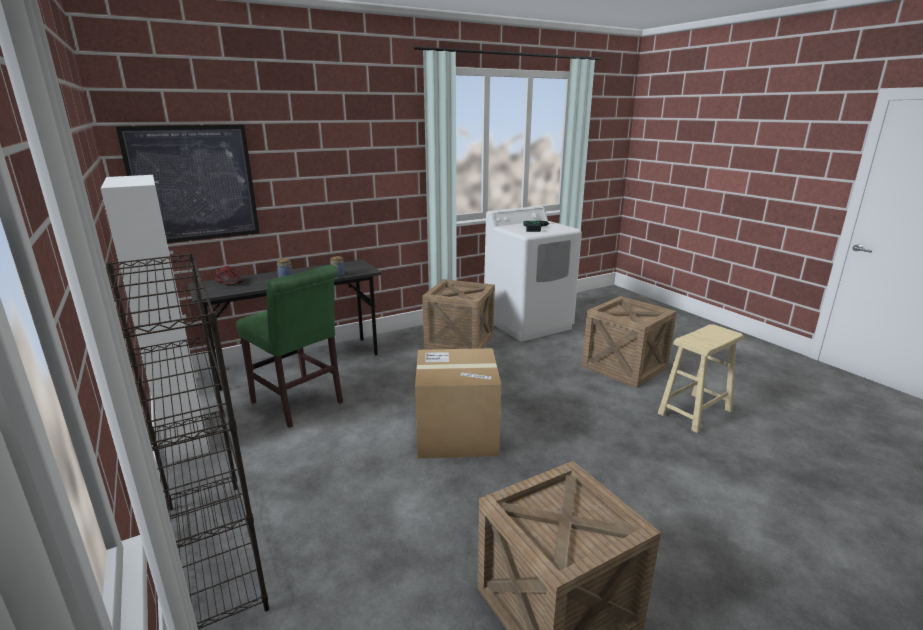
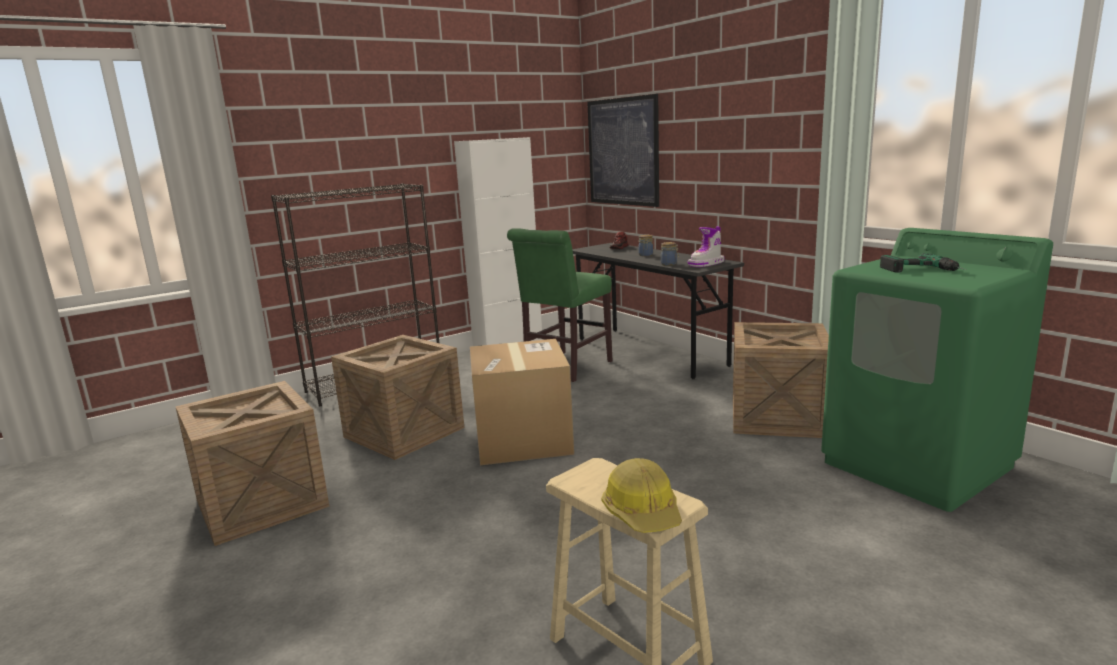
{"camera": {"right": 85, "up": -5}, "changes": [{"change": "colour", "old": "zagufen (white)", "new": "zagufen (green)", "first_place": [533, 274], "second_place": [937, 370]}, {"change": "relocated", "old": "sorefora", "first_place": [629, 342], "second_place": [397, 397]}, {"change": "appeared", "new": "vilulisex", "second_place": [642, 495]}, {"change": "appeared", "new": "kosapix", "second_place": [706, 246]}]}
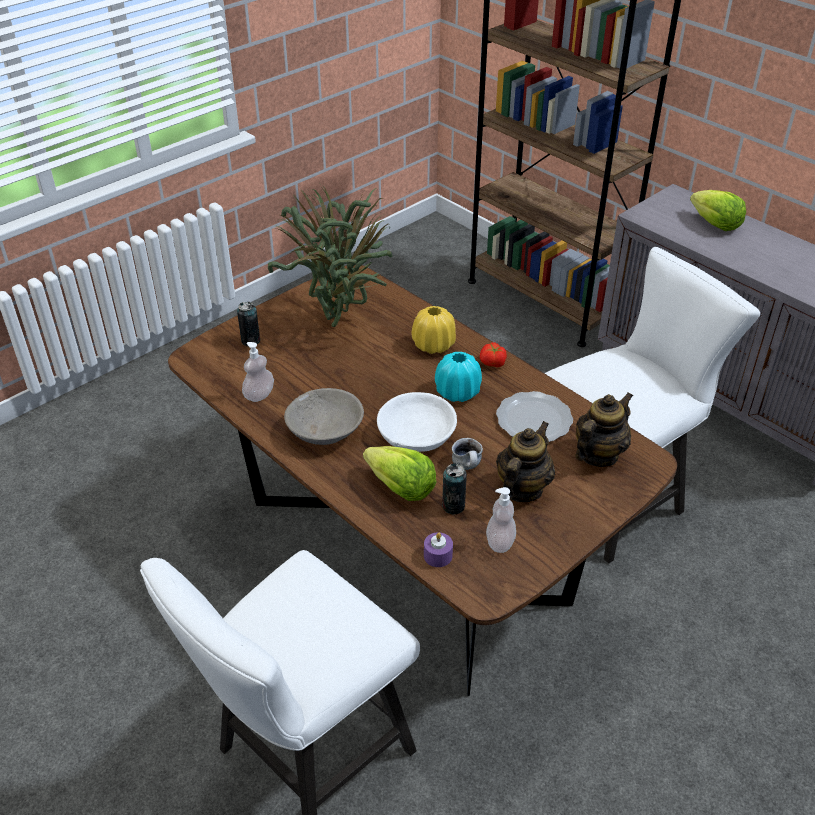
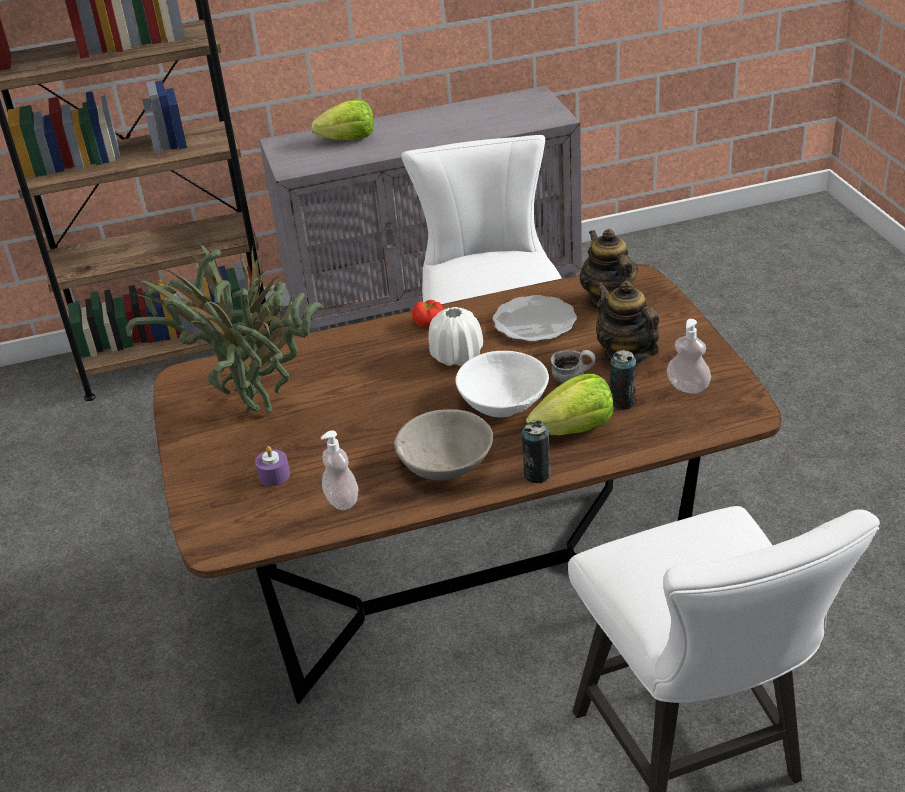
{"camera": {"right": -60, "up": -5}, "changes": [{"change": "relocated", "old": "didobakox", "first_place": [248, 324], "second_place": [536, 452]}, {"change": "missing", "old": "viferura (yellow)", "first_place": [434, 330]}, {"change": "relocated", "old": "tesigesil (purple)", "first_place": [438, 549], "second_place": [272, 466]}, {"change": "colour", "old": "viferura (turquoise)", "new": "viferura (white)", "first_place": [458, 377], "second_place": [455, 336]}]}
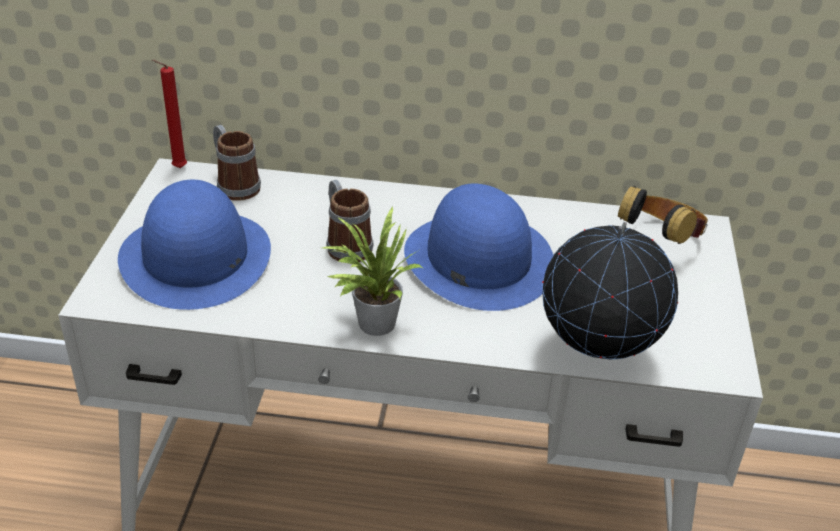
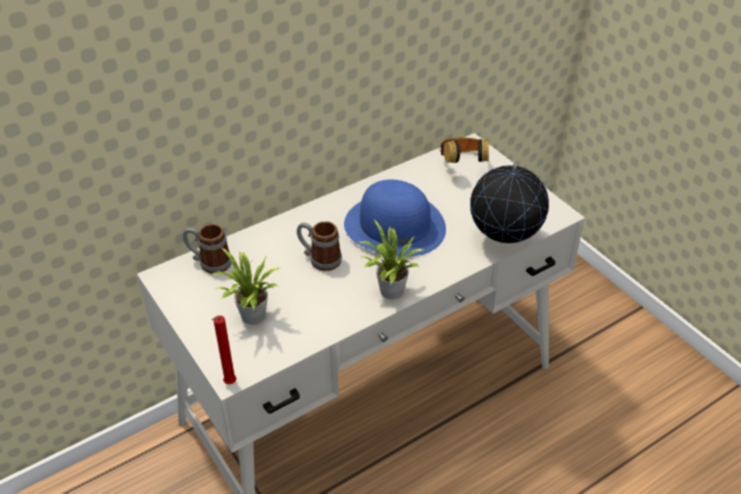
{"camera": {"right": -40, "up": 5}, "changes": [{"change": "exchanged", "old": "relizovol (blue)", "new": "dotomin", "first_place": [194, 245], "second_place": [244, 286]}, {"change": "relocated", "old": "tesigesil (red)", "first_place": [169, 114], "second_place": [224, 349]}]}
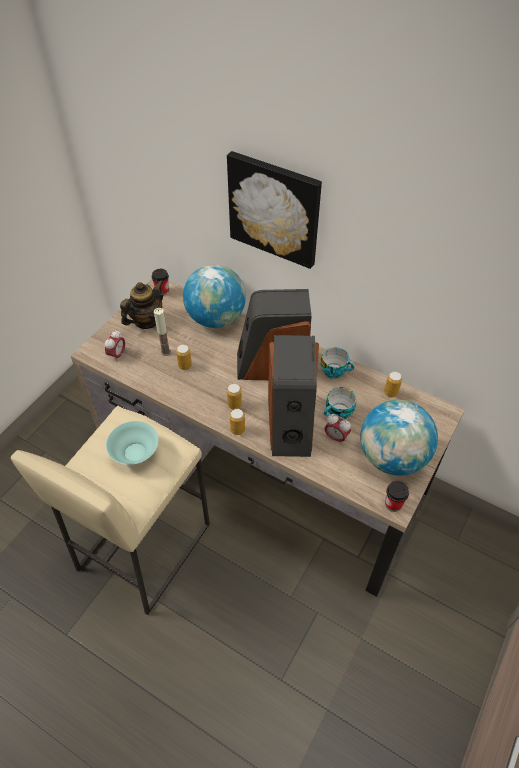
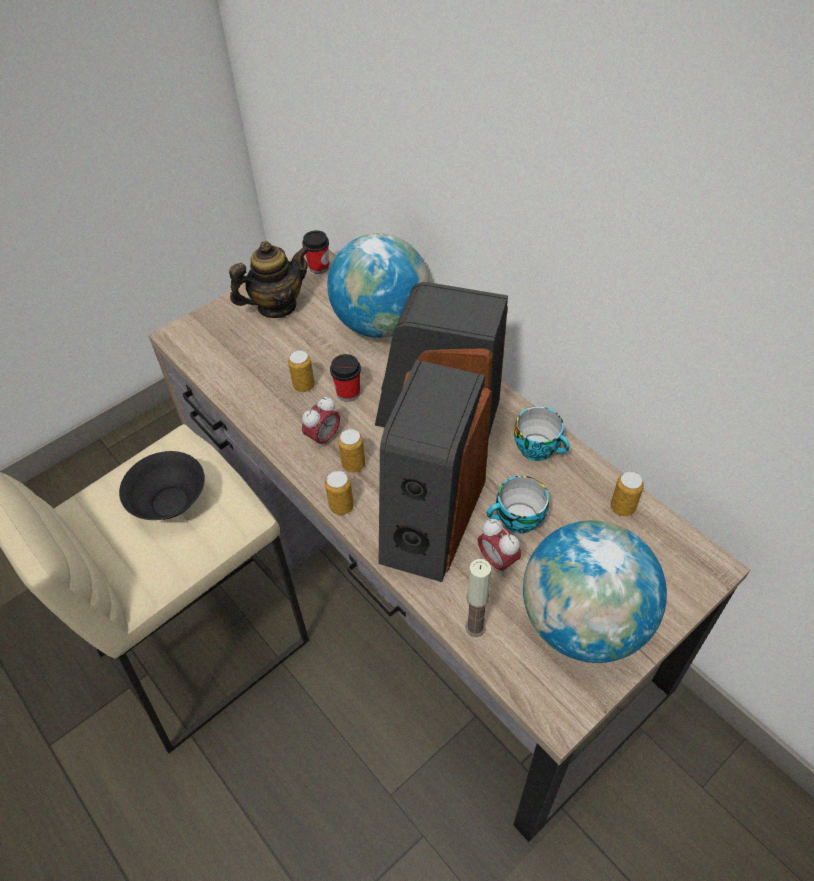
{"camera": {"right": 20, "up": 0}, "changes": [{"change": "relocated", "old": "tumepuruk", "first_place": [115, 345], "second_place": [321, 422]}, {"change": "colour", "old": "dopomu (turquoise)", "new": "dopomu (black)", "first_place": [132, 443], "second_place": [162, 485]}, {"change": "relocated", "old": "tesigesil", "first_place": [162, 332], "second_place": [478, 598]}, {"change": "missing", "old": "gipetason", "first_place": [274, 210]}, {"change": "relocated", "old": "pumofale", "first_place": [397, 496], "second_place": [345, 378]}]}
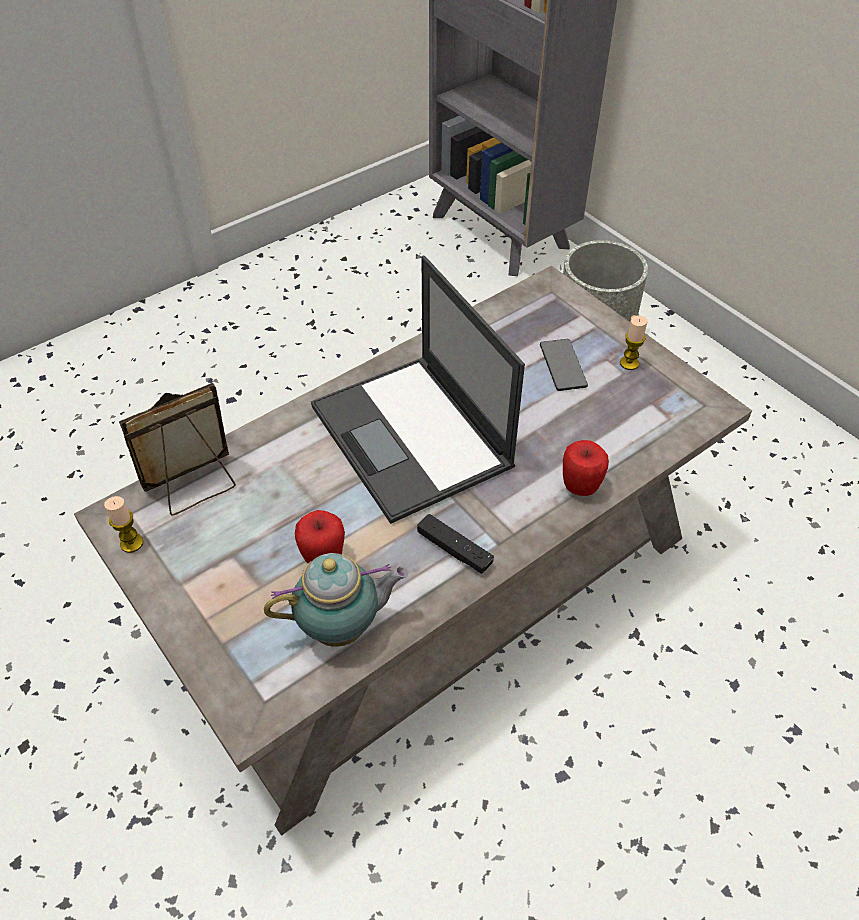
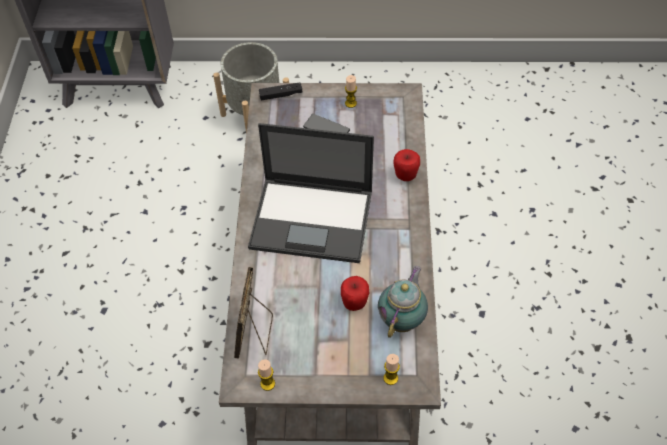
{"camera": {"right": -50, "up": 5}, "changes": [{"change": "relocated", "old": "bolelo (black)", "first_place": [455, 544], "second_place": [280, 91]}, {"change": "appeared", "new": "tesigesil", "second_place": [391, 369]}]}
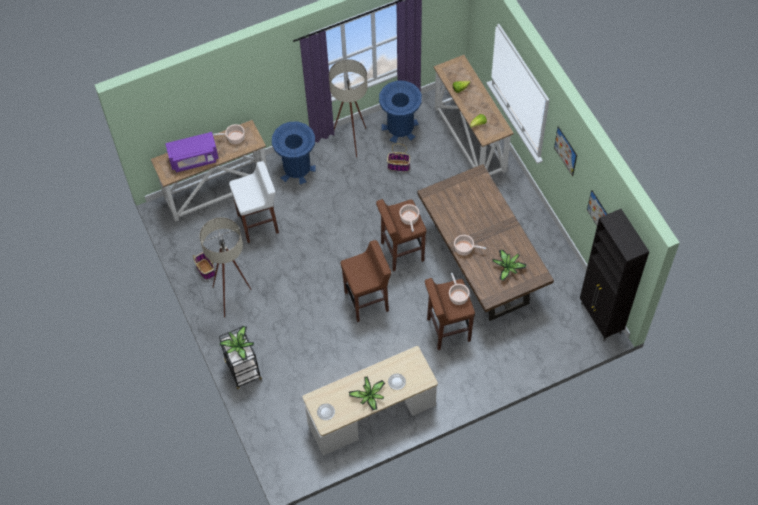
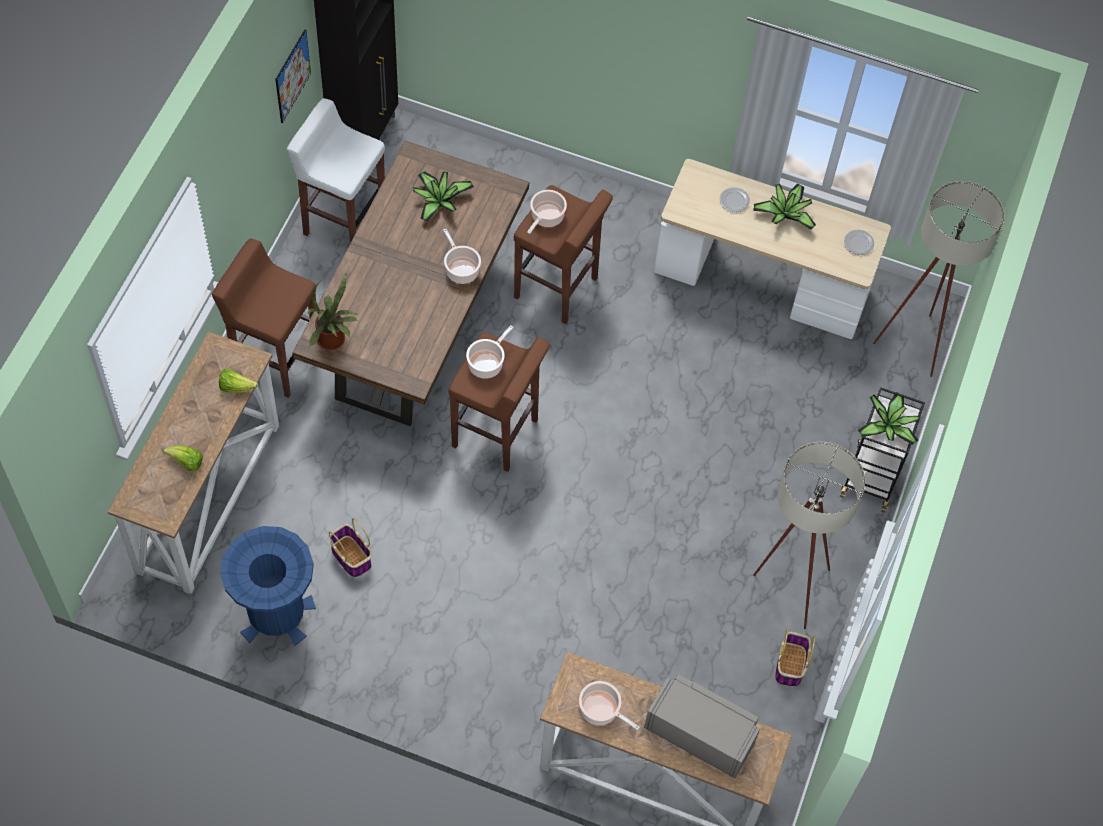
{"camera": {"right": -140, "up": 0}, "changes": [{"change": "colour", "old": "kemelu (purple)", "new": "kemelu (grey)", "first_place": [192, 152], "second_place": [702, 726]}, {"change": "relocated", "old": "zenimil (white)", "first_place": [254, 202], "second_place": [336, 170]}, {"change": "missing", "old": "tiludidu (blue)", "first_place": [294, 153]}, {"change": "relocated", "old": "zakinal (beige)", "first_place": [348, 108], "second_place": [938, 279]}, {"change": "relocated", "old": "zenimil (brown)", "first_place": [365, 281], "second_place": [264, 318]}, {"change": "missing", "old": "gipetason", "first_place": [565, 151]}, {"change": "appeared", "new": "dotomin", "second_place": [333, 311]}]}
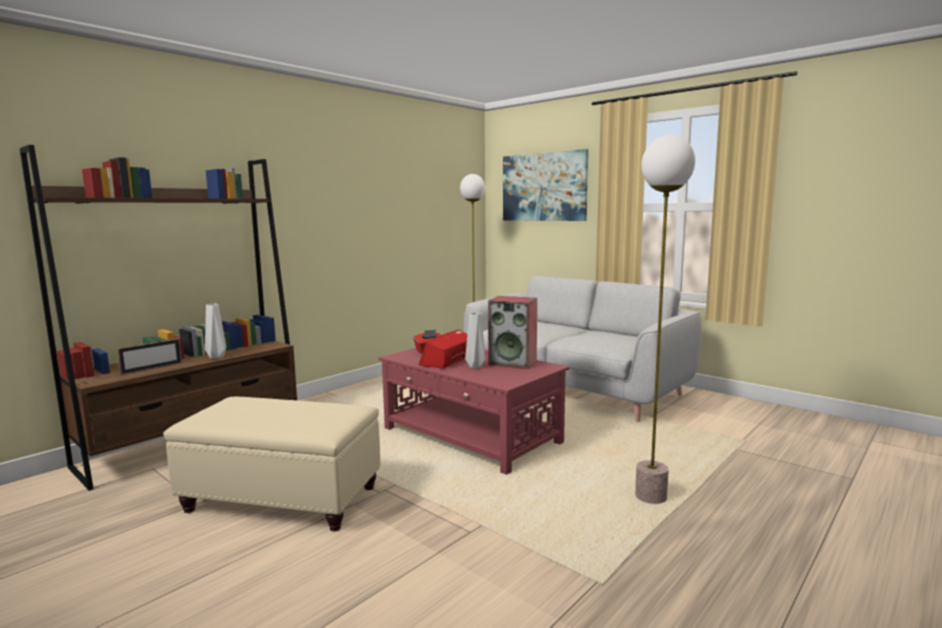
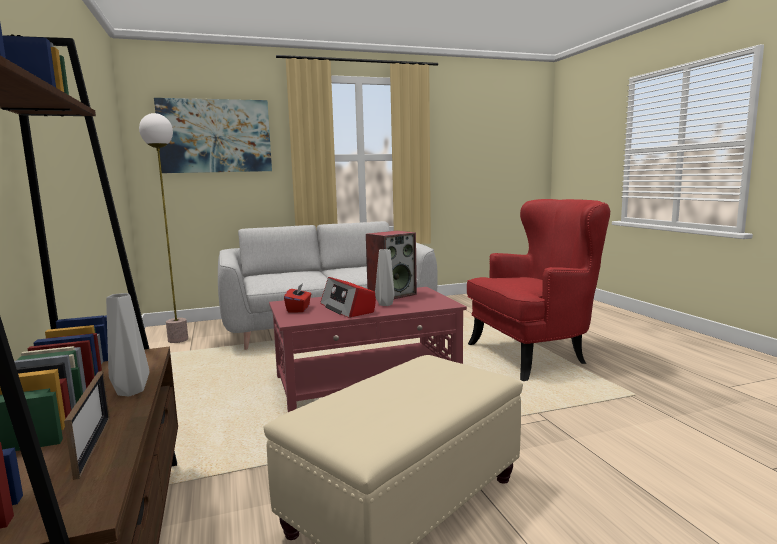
{"camera": {"right": -60, "up": 0}, "changes": [{"change": "exchanged", "old": "zakinal", "new": "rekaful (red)", "first_place": [665, 319], "second_place": [538, 290]}]}
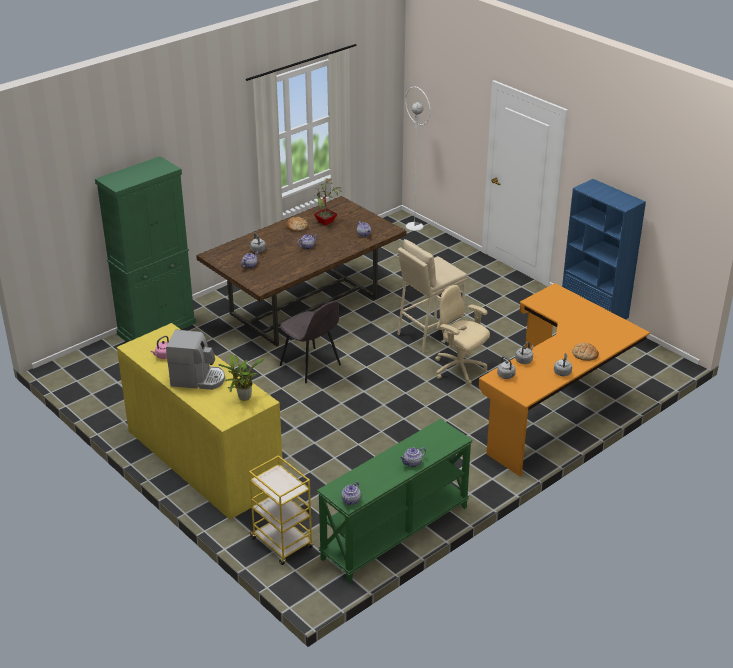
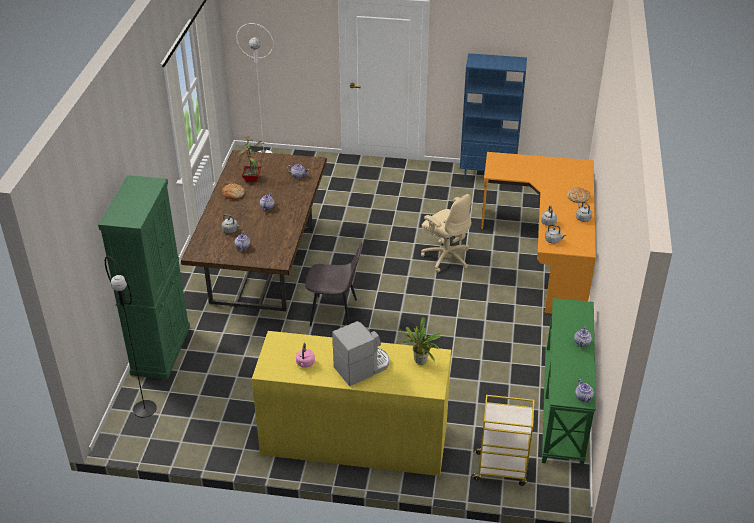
{"camera": {"right": -40, "up": 5}, "changes": [{"change": "missing", "old": "zenimil (beige)", "first_place": [432, 296]}, {"change": "spun", "old": "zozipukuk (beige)", "first_place": [462, 335], "second_place": [446, 233], "degrees": -135}, {"change": "appeared", "new": "zakinal (black)", "second_place": [131, 337]}]}
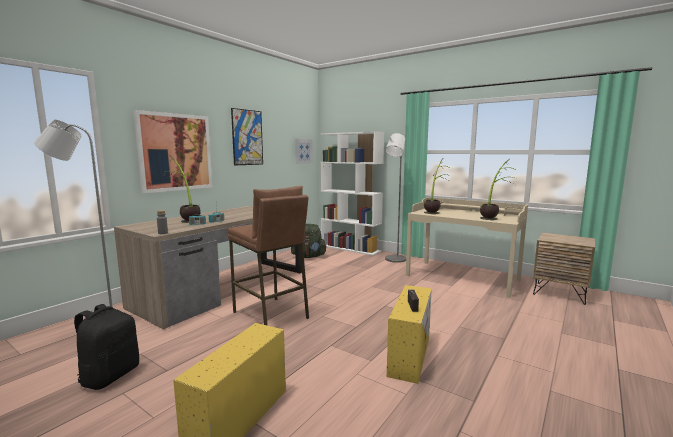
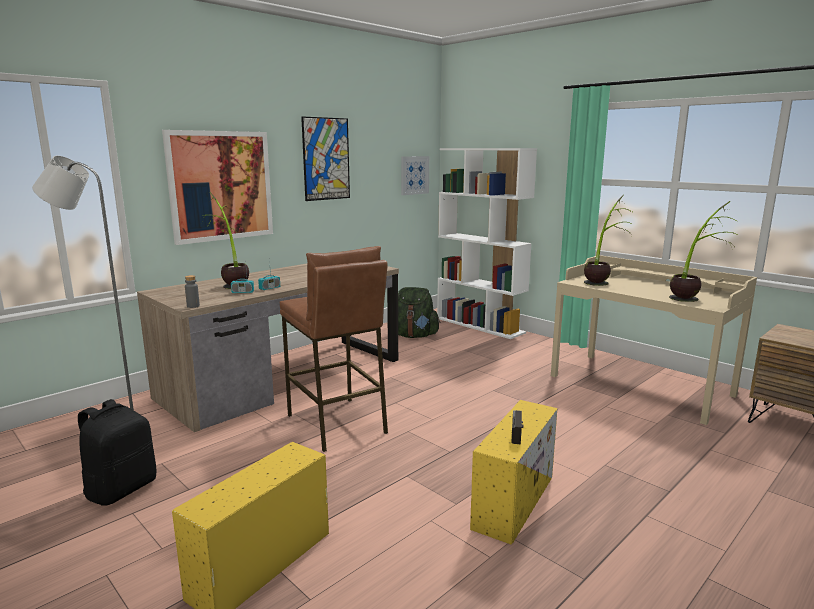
{"camera": {"right": 10, "up": 5}, "changes": [{"change": "missing", "old": "zakinal (grey)", "first_place": [395, 198]}]}
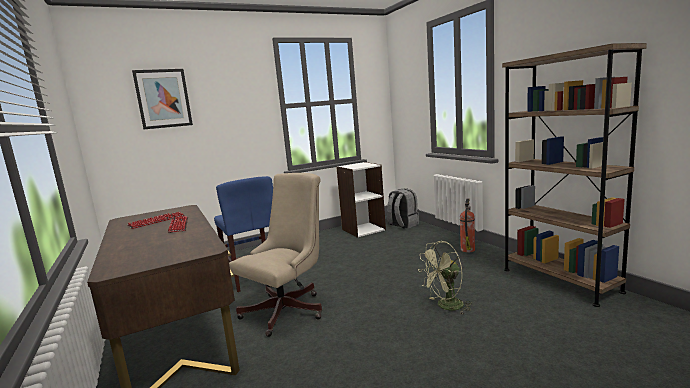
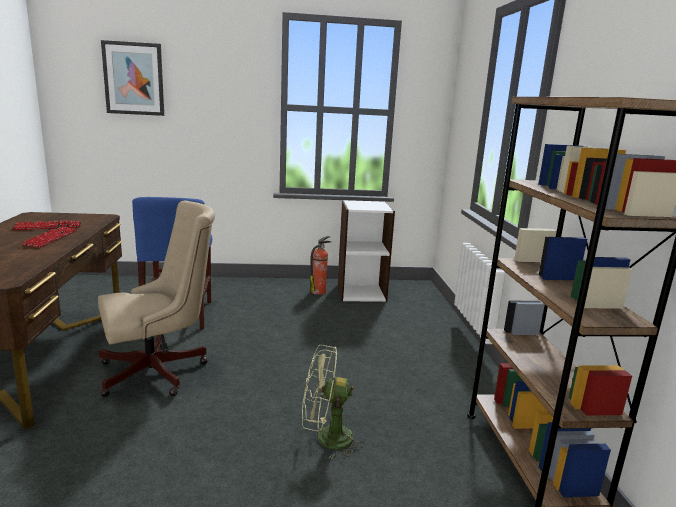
{"camera": {"right": 20, "up": 5}, "changes": [{"change": "missing", "old": "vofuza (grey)", "first_place": [403, 208]}, {"change": "relocated", "old": "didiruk", "first_place": [467, 225], "second_place": [320, 265]}]}
